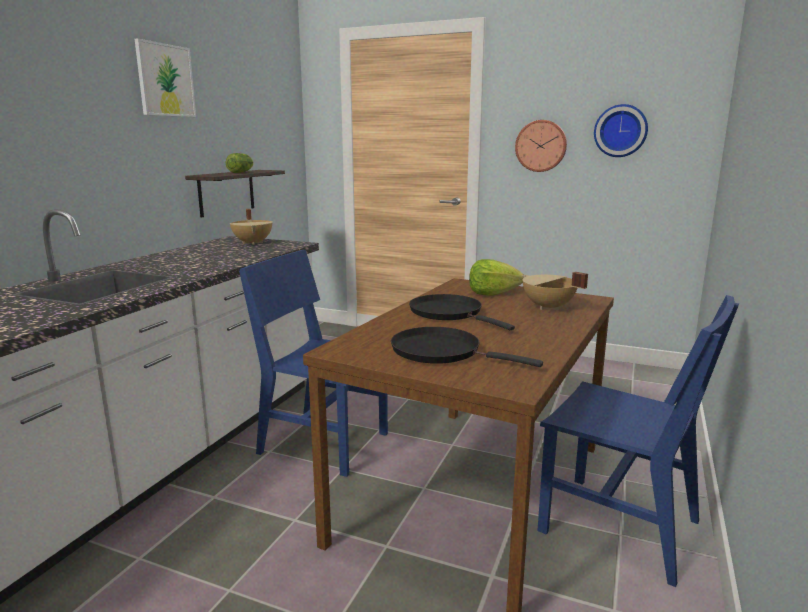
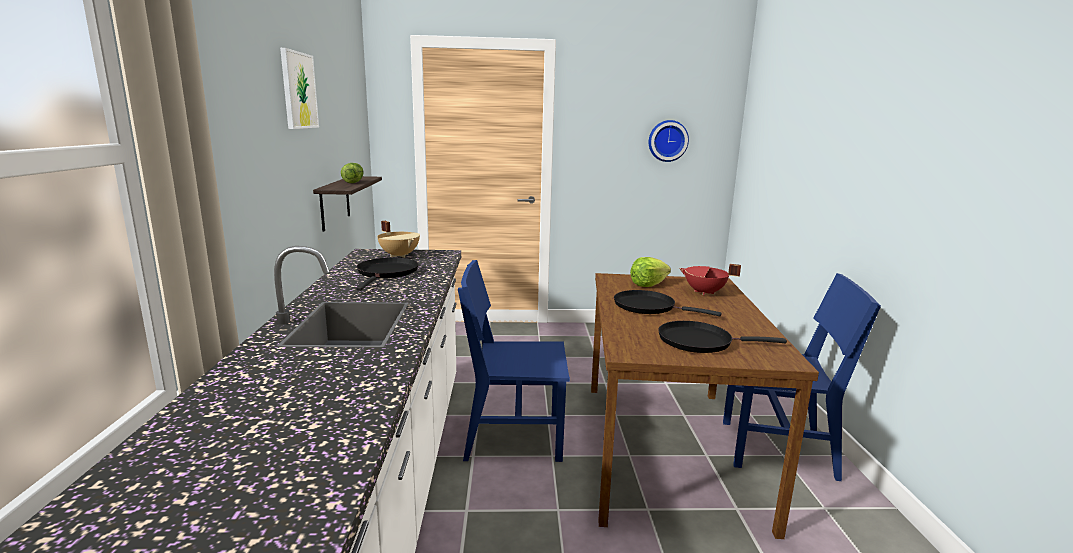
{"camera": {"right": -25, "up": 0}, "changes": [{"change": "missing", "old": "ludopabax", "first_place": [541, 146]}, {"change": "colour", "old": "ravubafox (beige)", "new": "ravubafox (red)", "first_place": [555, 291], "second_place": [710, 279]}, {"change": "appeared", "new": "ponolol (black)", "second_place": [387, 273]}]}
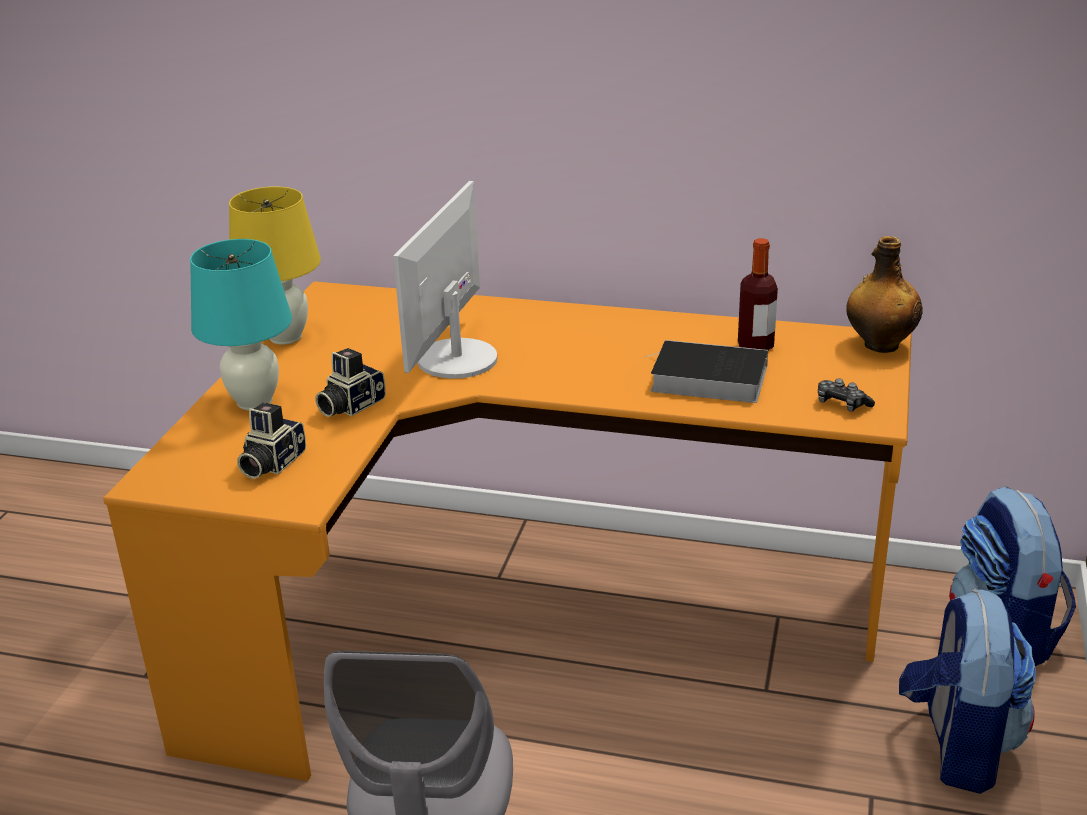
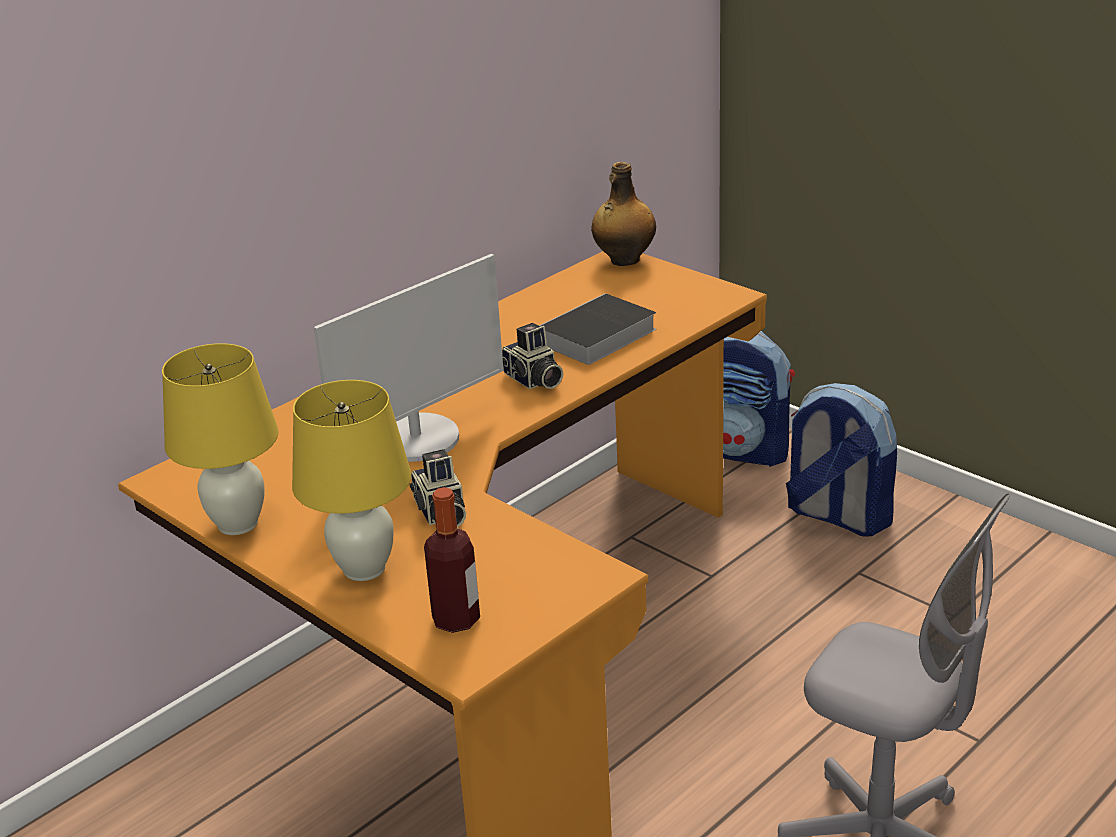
{"camera": {"right": -60, "up": 0}, "changes": [{"change": "colour", "old": "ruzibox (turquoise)", "new": "ruzibox (yellow)", "first_place": [241, 324], "second_place": [351, 480]}, {"change": "relocated", "old": "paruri", "first_place": [271, 440], "second_place": [532, 356]}, {"change": "spun", "old": "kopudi", "first_place": [445, 280], "second_place": [408, 358], "degrees": -90}, {"change": "relocated", "old": "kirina", "first_place": [758, 294], "second_place": [452, 560]}, {"change": "missing", "old": "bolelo", "first_place": [846, 395]}]}
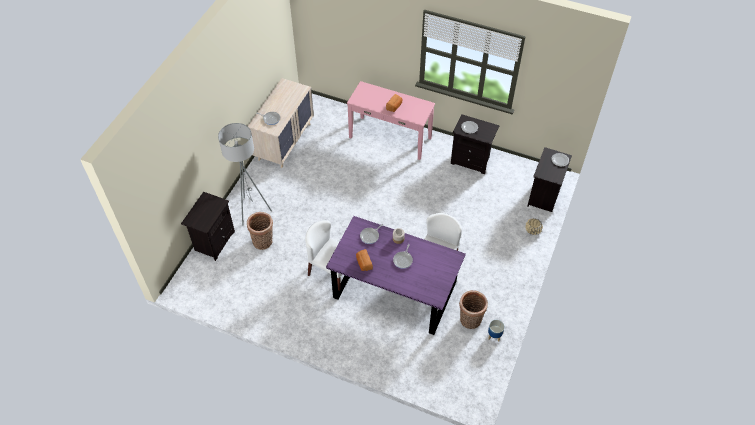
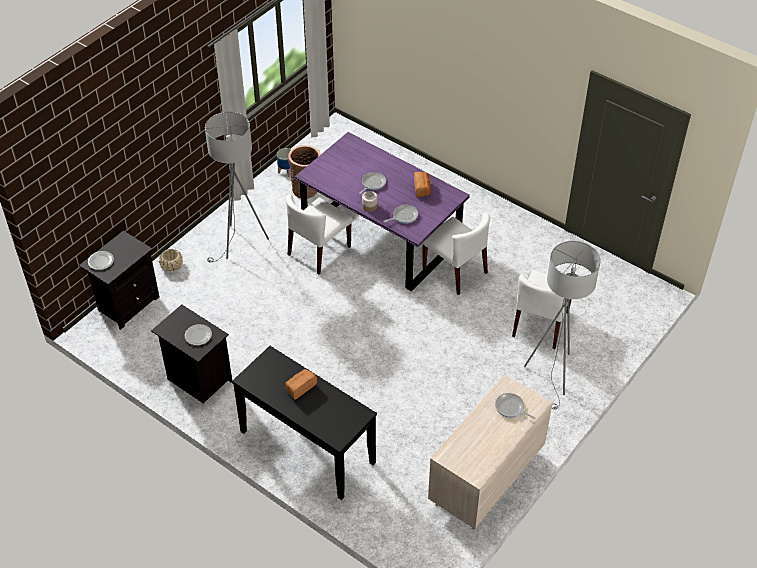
{"camera": {"right": -165, "up": -5}, "changes": [{"change": "missing", "old": "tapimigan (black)", "first_place": [208, 226]}, {"change": "exchanged", "old": "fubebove", "new": "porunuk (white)", "first_place": [260, 231], "second_place": [542, 309]}, {"change": "colour", "old": "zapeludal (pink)", "new": "zapeludal (black)", "first_place": [391, 120], "second_place": [304, 423]}, {"change": "appeared", "new": "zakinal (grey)", "second_place": [237, 187]}]}
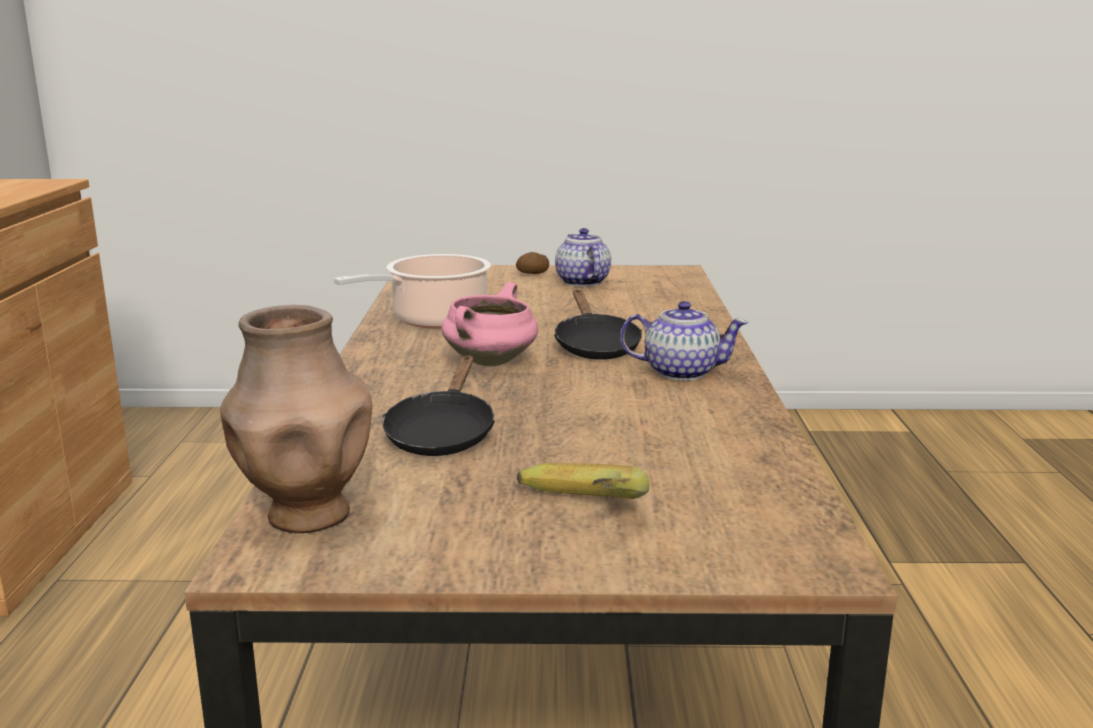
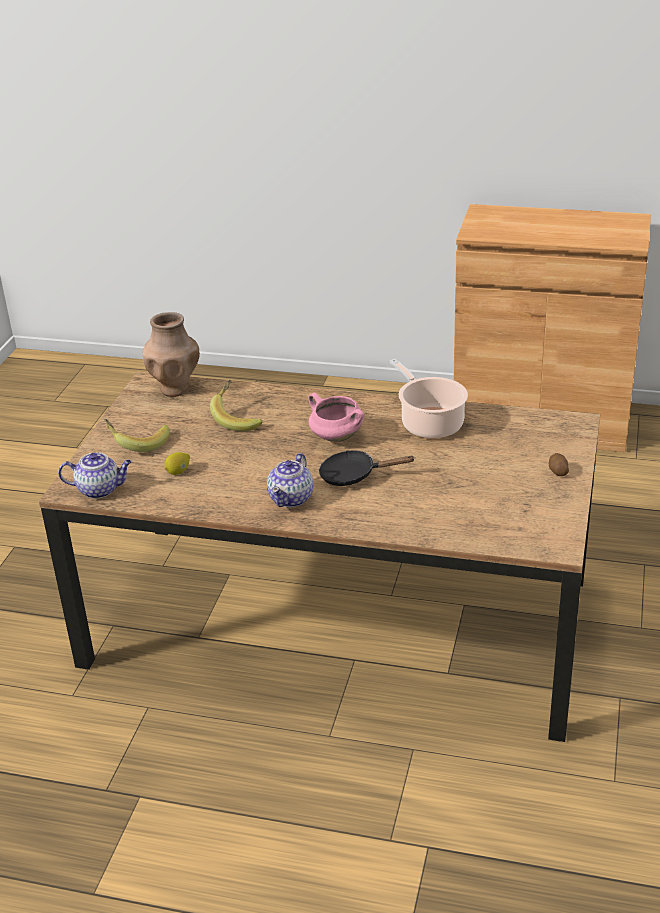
{"camera": {"right": 105, "up": 15}, "changes": [{"change": "exchanged", "old": "ponolol (black)", "new": "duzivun", "first_place": [438, 405], "second_place": [236, 405]}, {"change": "relocated", "old": "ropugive", "first_place": [583, 257], "second_place": [95, 475]}, {"change": "appeared", "new": "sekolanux", "second_place": [177, 463]}]}
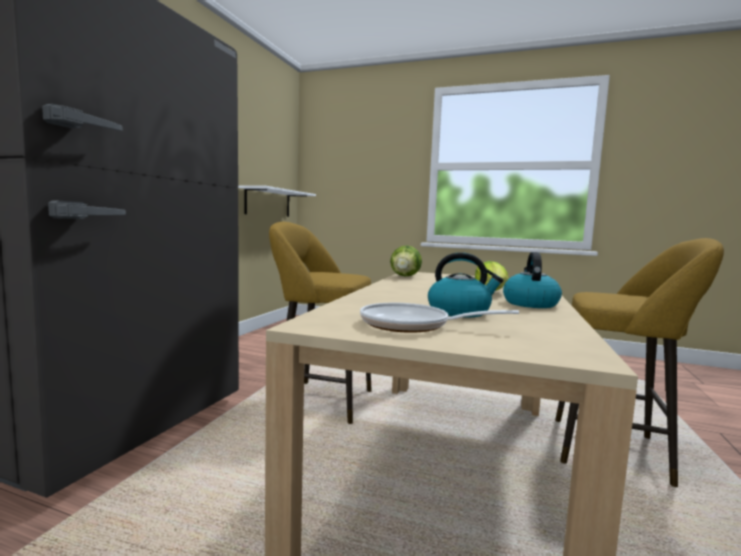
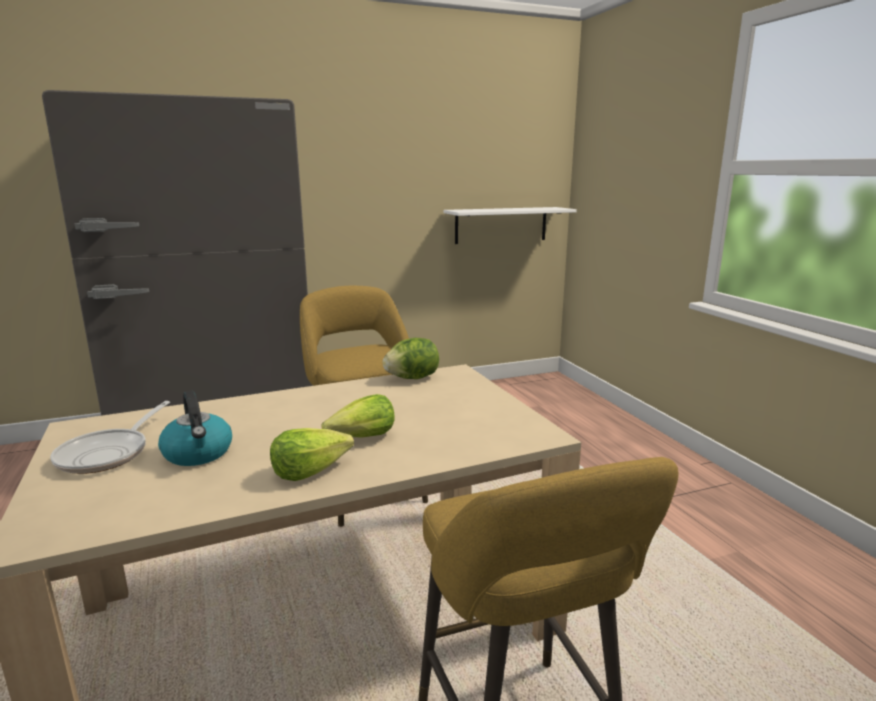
{"camera": {"right": 50, "up": 10}, "changes": [{"change": "spun", "old": "ponolol", "first_place": [439, 318], "second_place": [110, 437], "degrees": -135}, {"change": "exchanged", "old": "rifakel", "new": "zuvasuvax", "first_place": [532, 280], "second_place": [312, 454]}]}
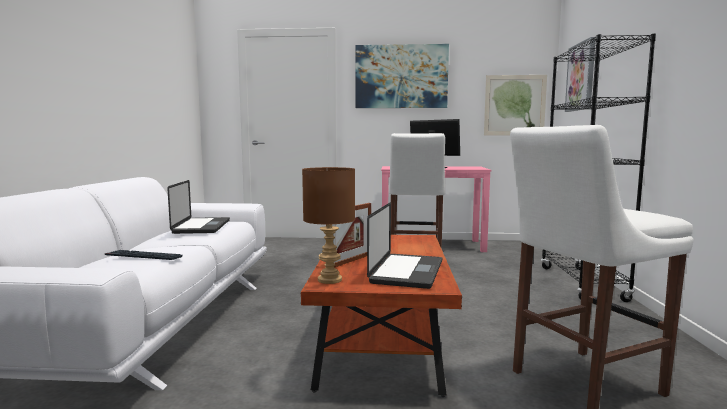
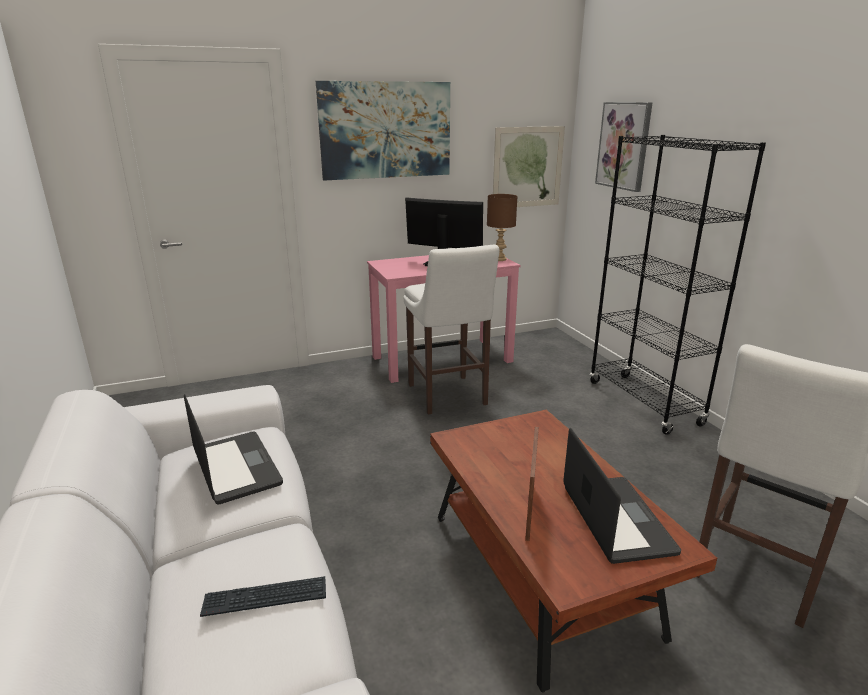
{"camera": {"right": -25, "up": 15}, "changes": [{"change": "relocated", "old": "ruzibox (brown)", "first_place": [328, 225], "second_place": [502, 227]}]}
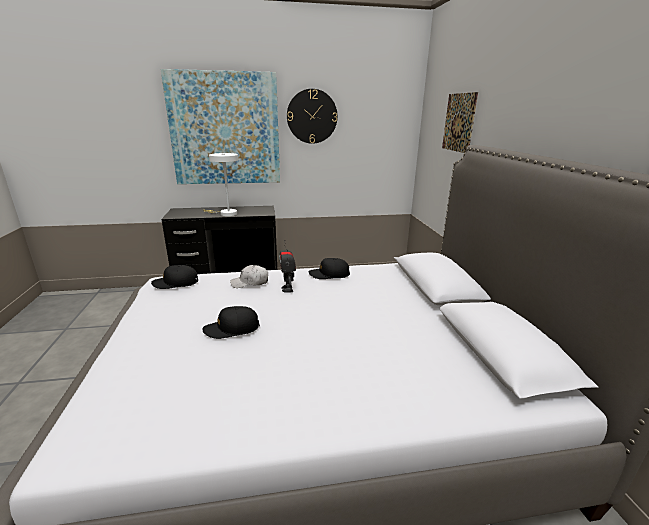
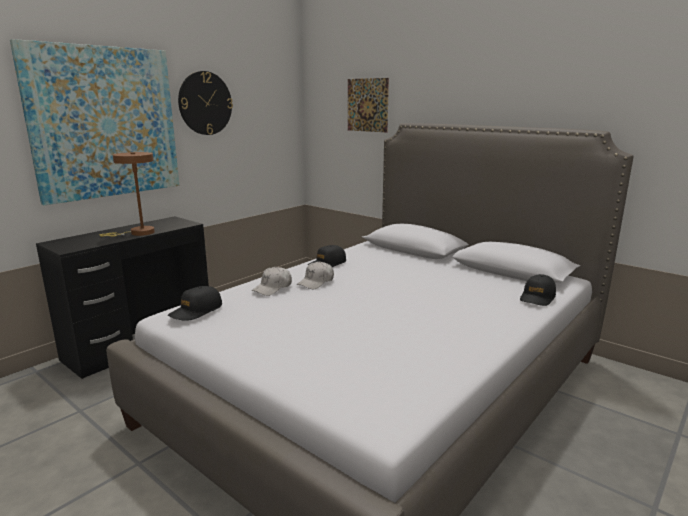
{"camera": {"right": -40, "up": -5}, "changes": [{"change": "relocated", "old": "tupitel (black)", "first_place": [231, 322], "second_place": [538, 290]}, {"change": "colour", "old": "ruzibox (white)", "new": "ruzibox (brown)", "first_place": [221, 184], "second_place": [127, 194]}, {"change": "exchanged", "old": "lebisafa", "new": "tupitel (white)", "first_place": [287, 266], "second_place": [315, 275]}]}
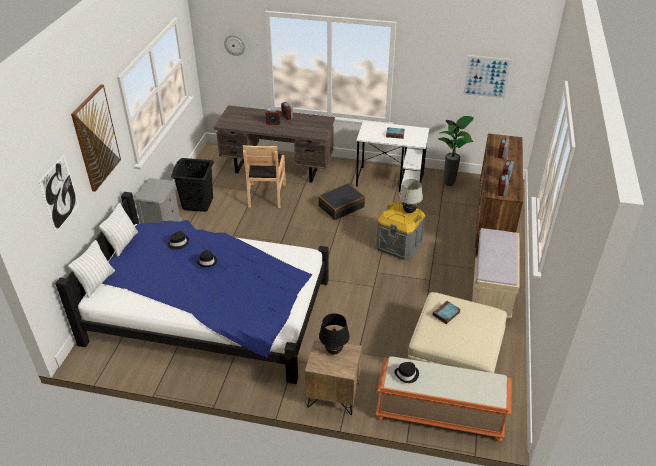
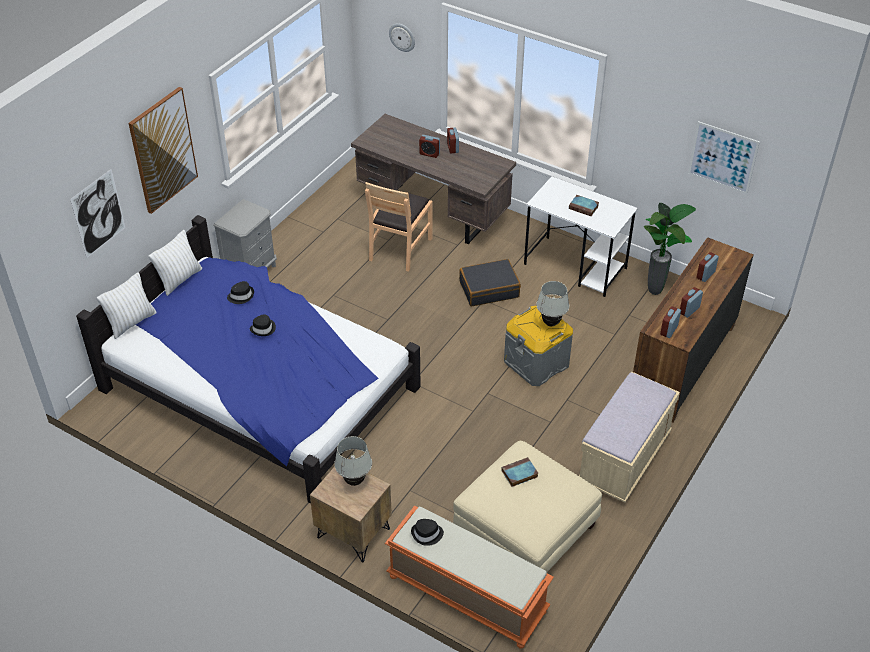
{"camera": {"right": 20, "up": 5}, "changes": [{"change": "missing", "old": "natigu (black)", "first_place": [192, 185]}, {"change": "colour", "old": "ruzibox (black)", "new": "ruzibox (white)", "first_place": [334, 334], "second_place": [353, 461]}]}
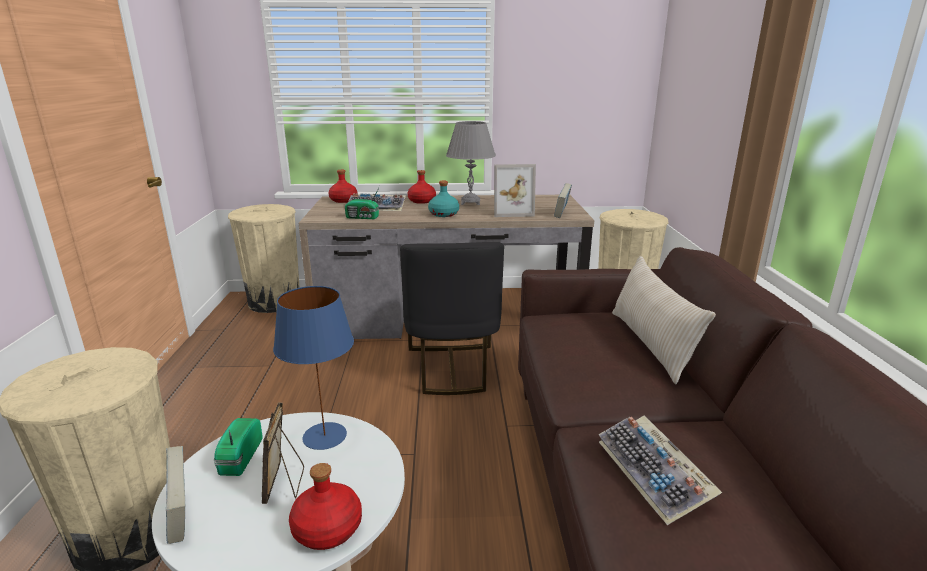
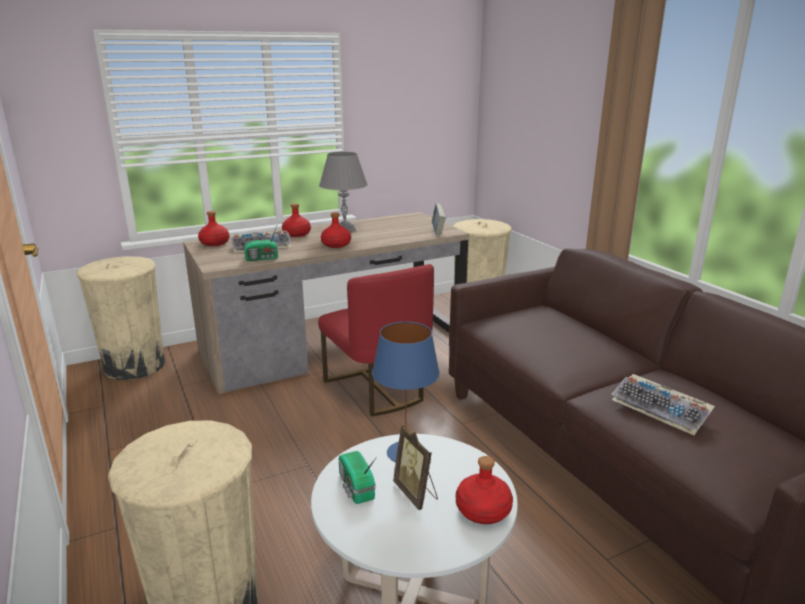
{"camera": {"right": -25, "up": 0}, "changes": [{"change": "missing", "old": "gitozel", "first_place": [175, 495]}, {"change": "colour", "old": "porunuk (black)", "new": "porunuk (red)", "first_place": [452, 318], "second_place": [376, 340]}, {"change": "colour", "old": "kirina (turquoise)", "new": "kirina (red)", "first_place": [443, 199], "second_place": [336, 230]}, {"change": "missing", "old": "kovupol", "first_place": [515, 190]}, {"change": "missing", "old": "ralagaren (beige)", "first_place": [664, 320]}]}
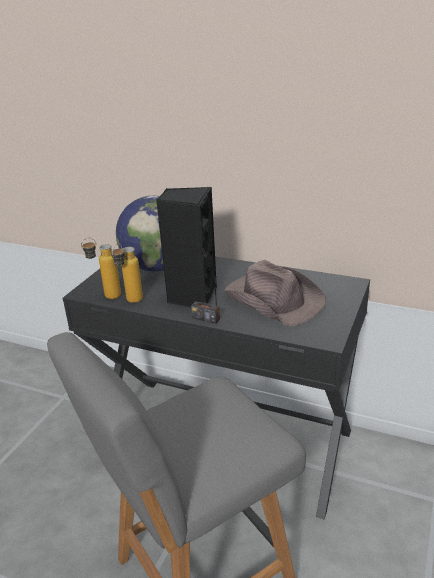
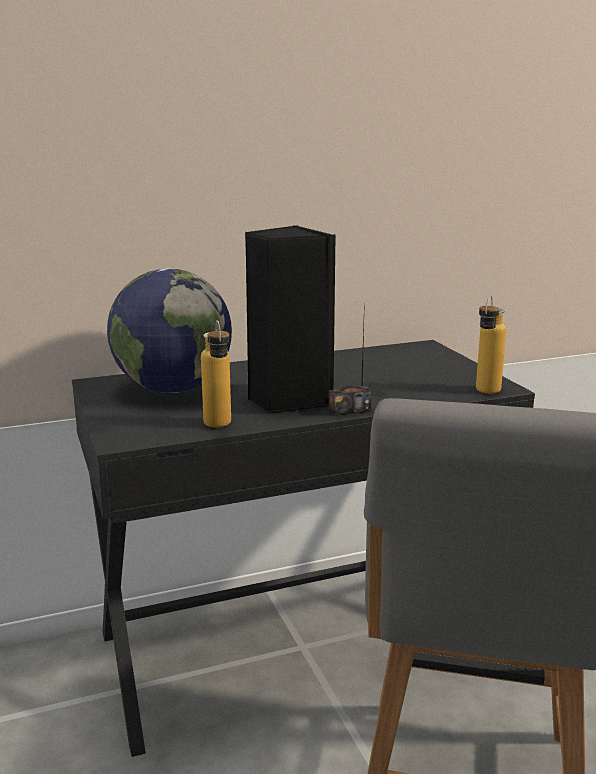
{"camera": {"right": -45, "up": -10}, "changes": [{"change": "relocated", "old": "kirina", "first_place": [101, 268], "second_place": [491, 345]}, {"change": "missing", "old": "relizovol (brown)", "first_place": [275, 293]}]}
